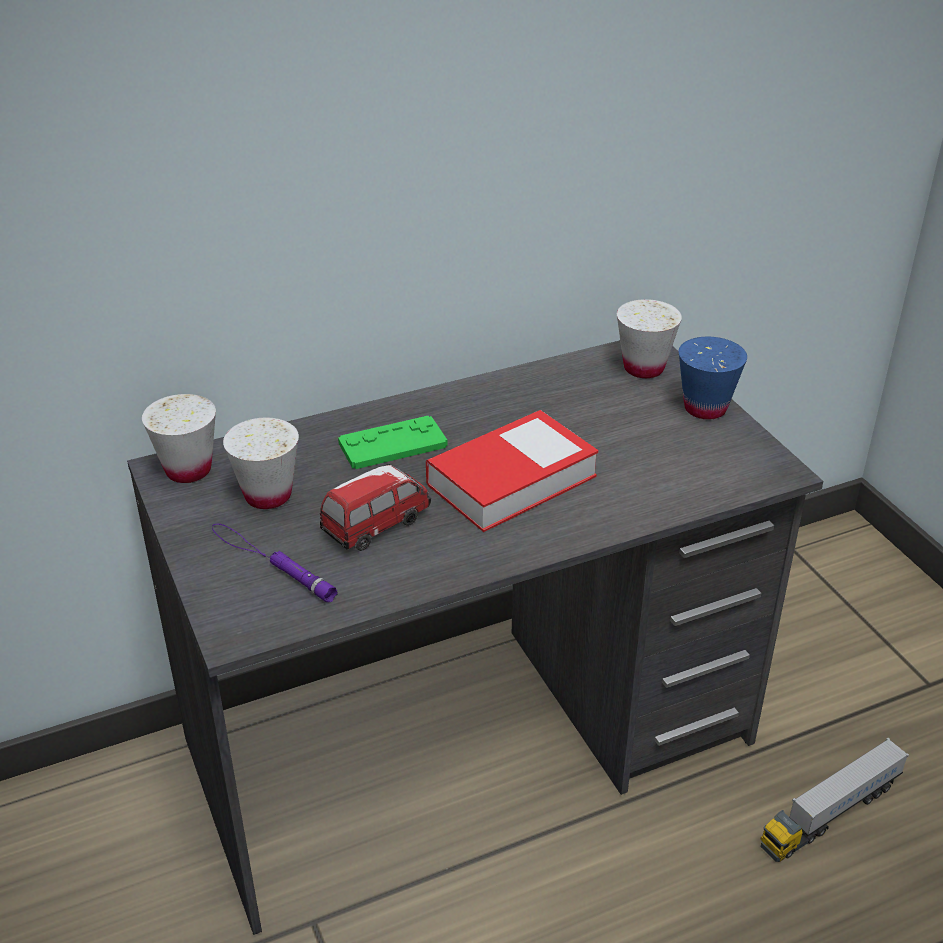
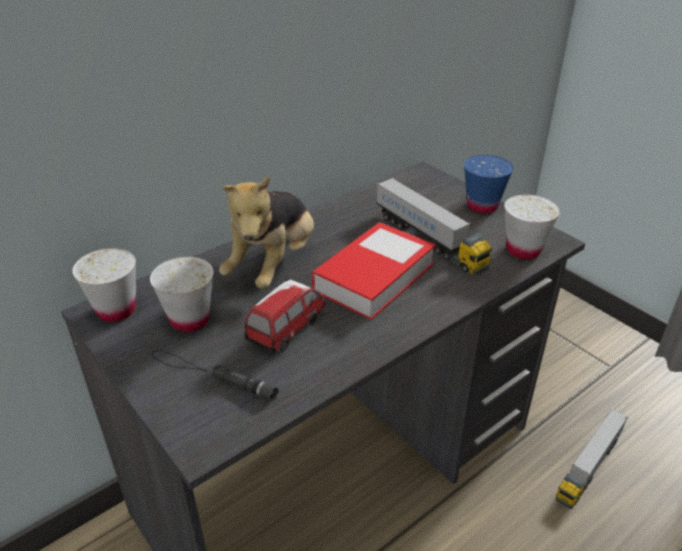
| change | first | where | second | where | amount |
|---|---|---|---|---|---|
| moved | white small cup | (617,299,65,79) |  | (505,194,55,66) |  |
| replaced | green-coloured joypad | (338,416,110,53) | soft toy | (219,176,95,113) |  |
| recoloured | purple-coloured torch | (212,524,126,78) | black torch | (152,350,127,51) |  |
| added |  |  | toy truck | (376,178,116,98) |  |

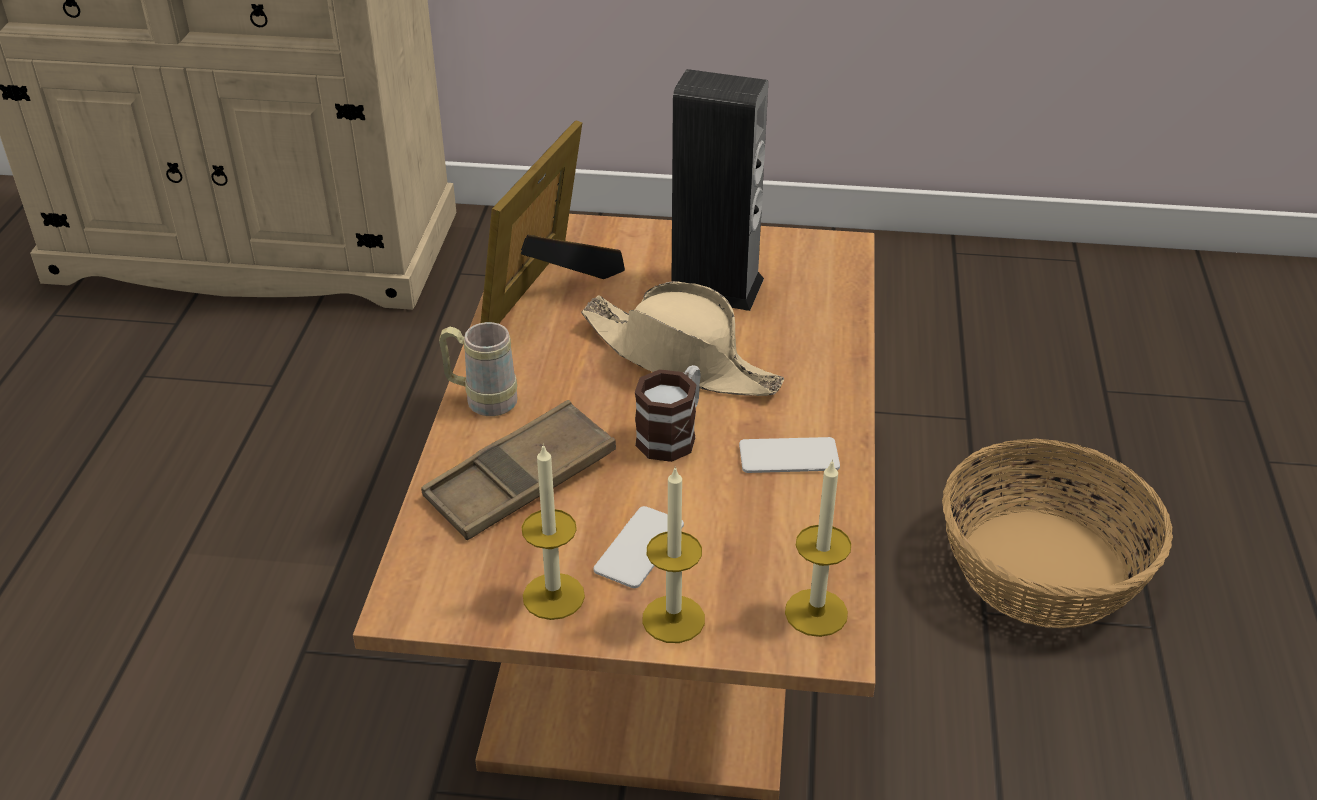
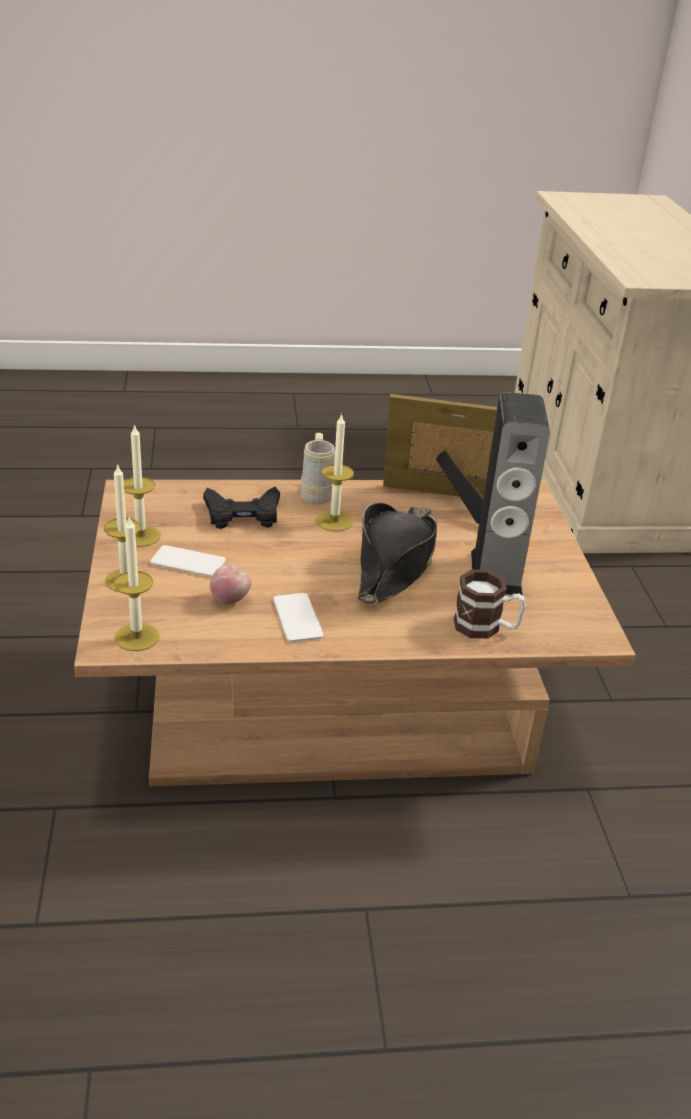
| change | first | where | second | where | amount |
|---|---|---|---|---|---|
| recoloured | beige clothing hat | (581,281,203,115) | black clothing hat | (358,502,79,102) |  |
| moved | coffee mug | (635,365,66,97) |  | (454,569,72,70) |  |
| replaced | brownish serving tray | (421,400,195,140) | black joypad | (203,487,77,42) |  |
| removed | basket | (942,439,231,190) |  |  |  |
| added |  |  | wax candle | (316,413,38,119) |  |
| added |  |  | apple | (210,564,41,40) |  |

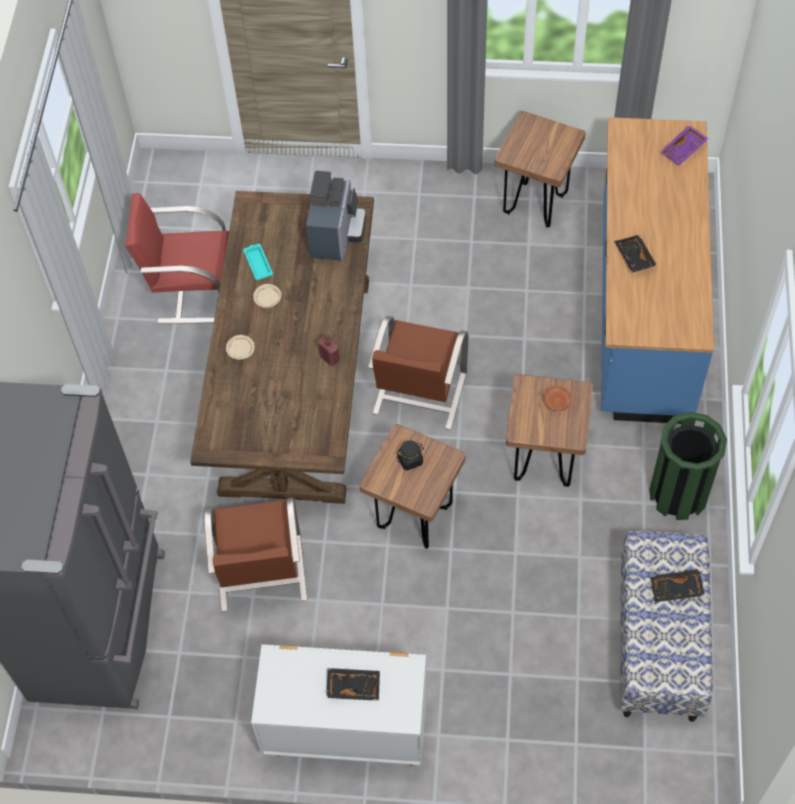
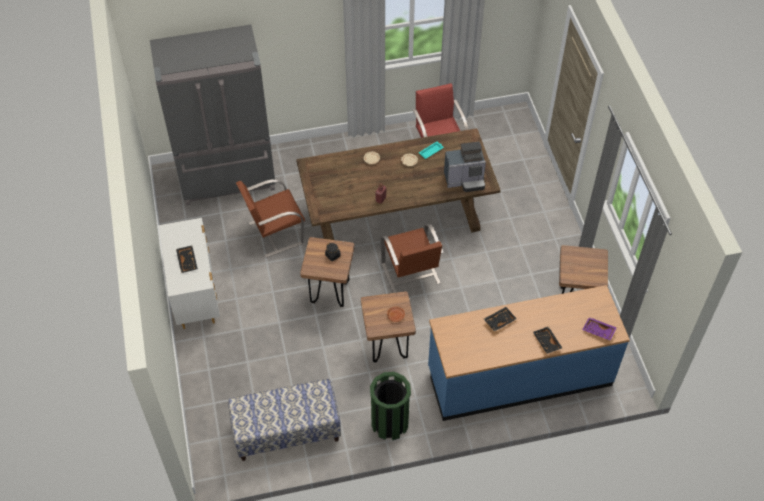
| change | first | where | second | where | amount |
|---|---|---|---|---|---|
| turned | brownish plain chair | (368,316,100,114) |  | (381,224,63,69) | 105 degrees counterclockwise |
| moved | black serving tray | (650,569,55,33) |  | (533,327,29,27) |  |

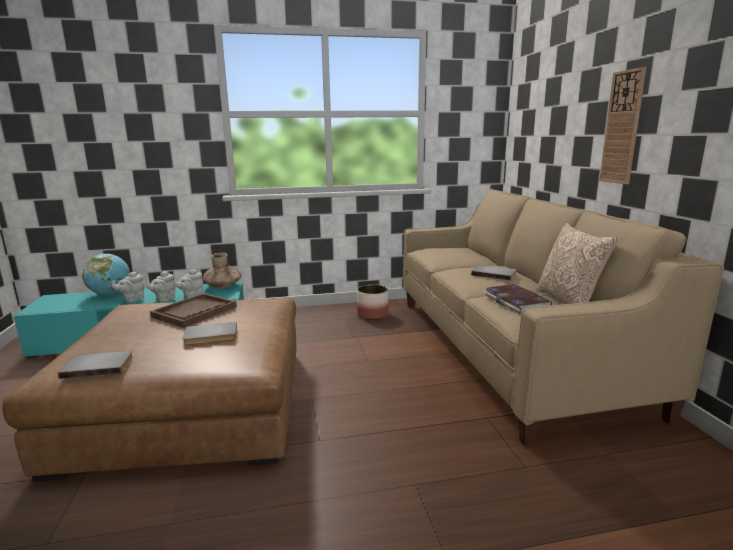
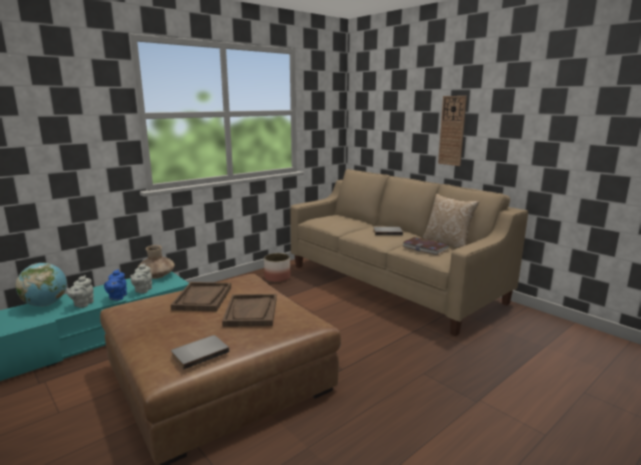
| change | first | where | second | where | amount |
|---|---|---|---|---|---|
| recoloured | grey teapot | (146,270,30,32) | bluish teapot | (104,269,23,32) |  |
| replaced | grey book | (182,322,55,23) | brownish serving tray | (222,294,55,33) |  |

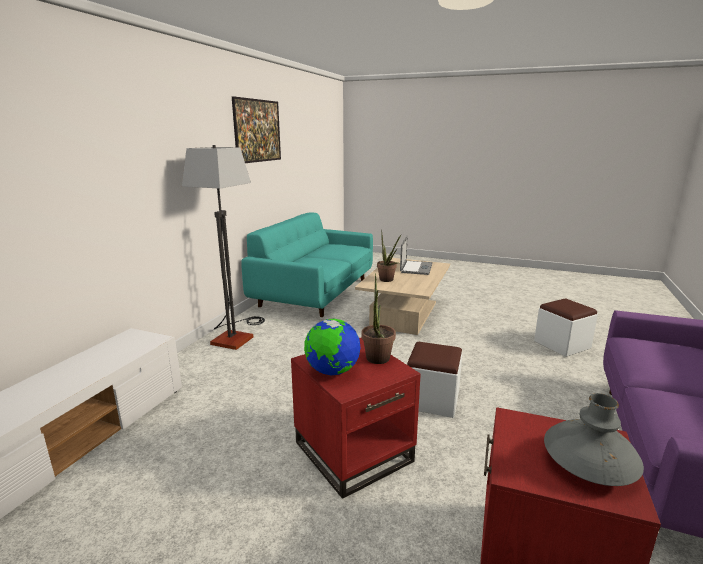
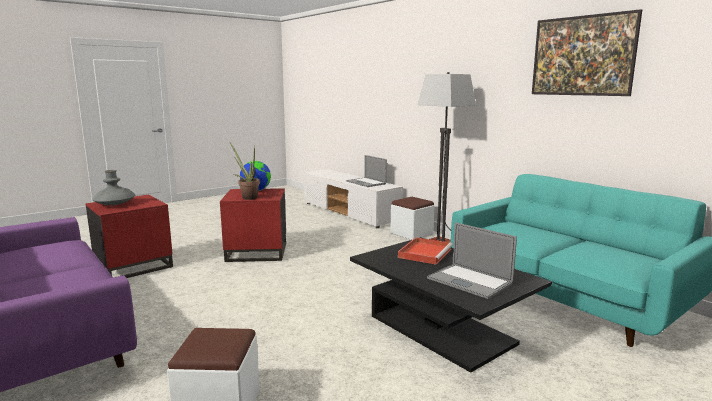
| change | first | where | second | where | amount |
|---|---|---|---|---|---|
| replaced | houseplant | (377,230,24,52) | red-coloured serving tray | (398,237,55,28) |  |
| recoloured | beige lounge table | (355,258,95,77) | black lounge table | (350,237,202,136) |  |
| moved | white pouffe | (407,342,55,76) |  | (390,197,45,43) |  |
| added |  |  | notebook computer | (346,155,41,32) |  |

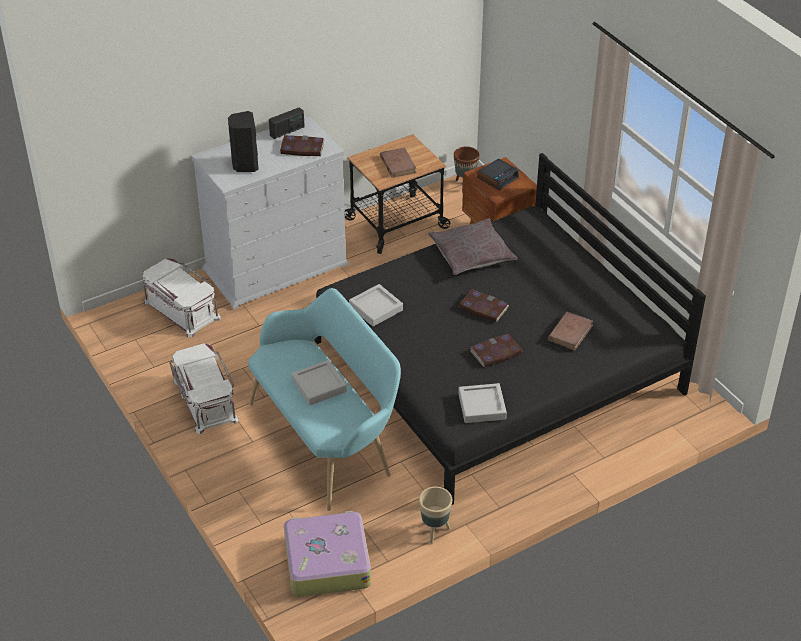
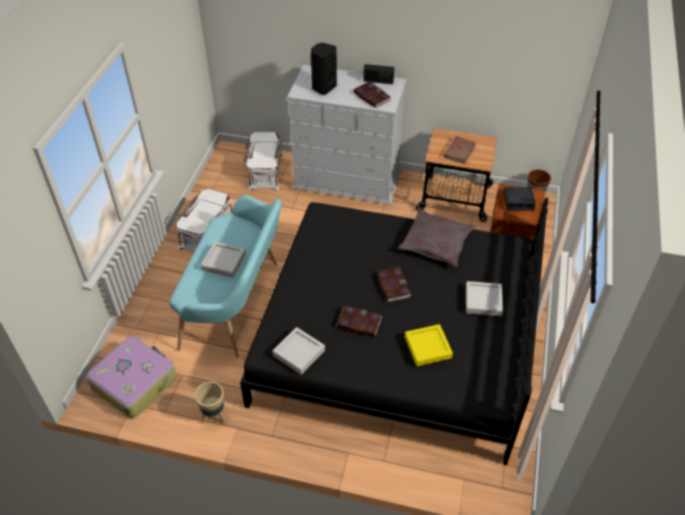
| change | first | where | second | where | amount |
|---|---|---|---|---|---|
| moved | grey serving tray | (349,284,54,42) |  | (466,281,37,35) |  |
| replaced | brownish book | (548,312,45,39) | yellow-coloured serving tray | (405,324,48,42) |  |

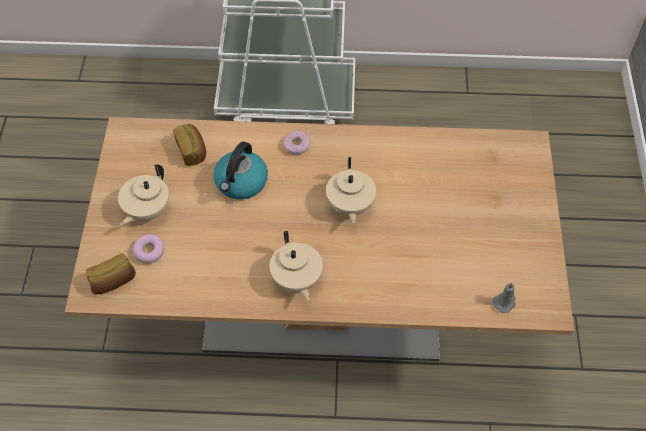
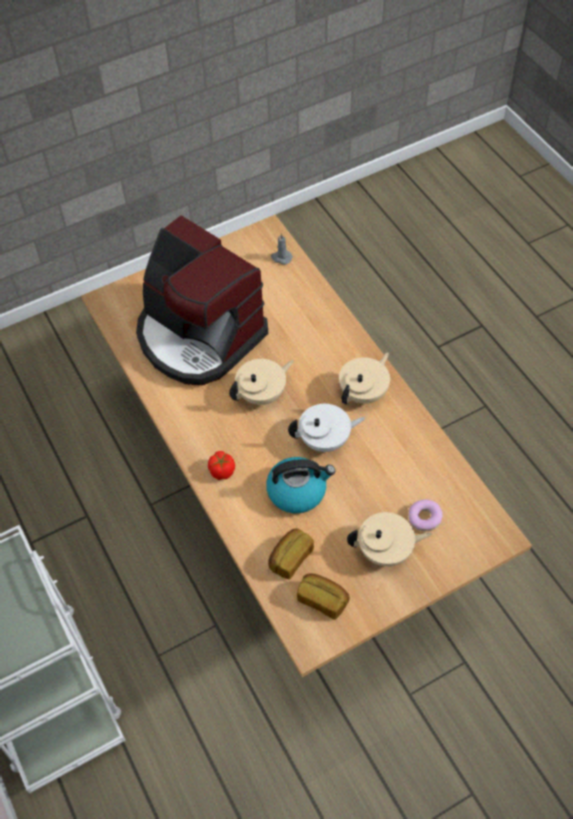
| change | first | where | second | where | amount |
|---|---|---|---|---|---|
| replaced | donut | (283,131,28,24) | whole tomato | (208,451,27,29) |  |
| moved | bakery bread | (86,253,50,42) |  | (297,573,53,47) |  |
| added |  |  | coffee maker | (136,215,132,170) |  |
| added |  |  | white teapot | (288,404,77,48) |  |

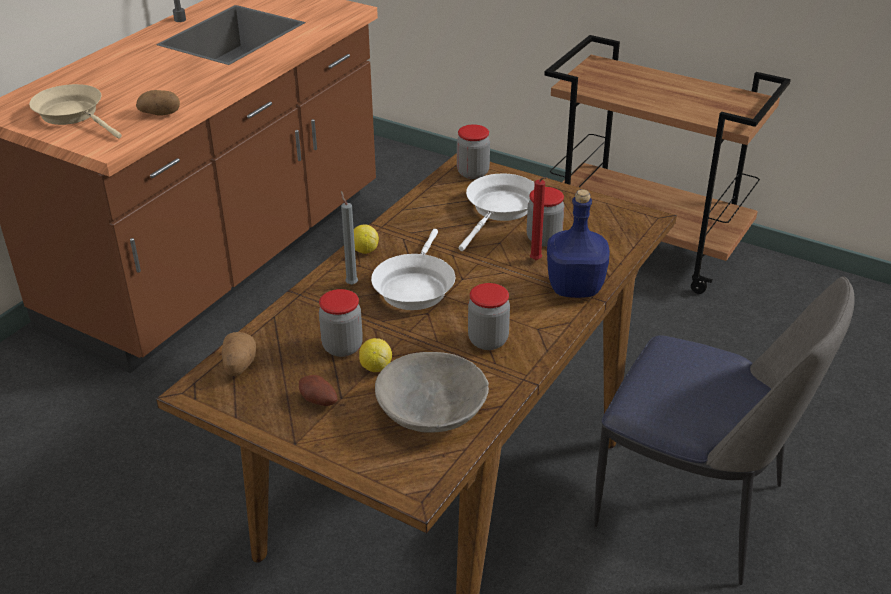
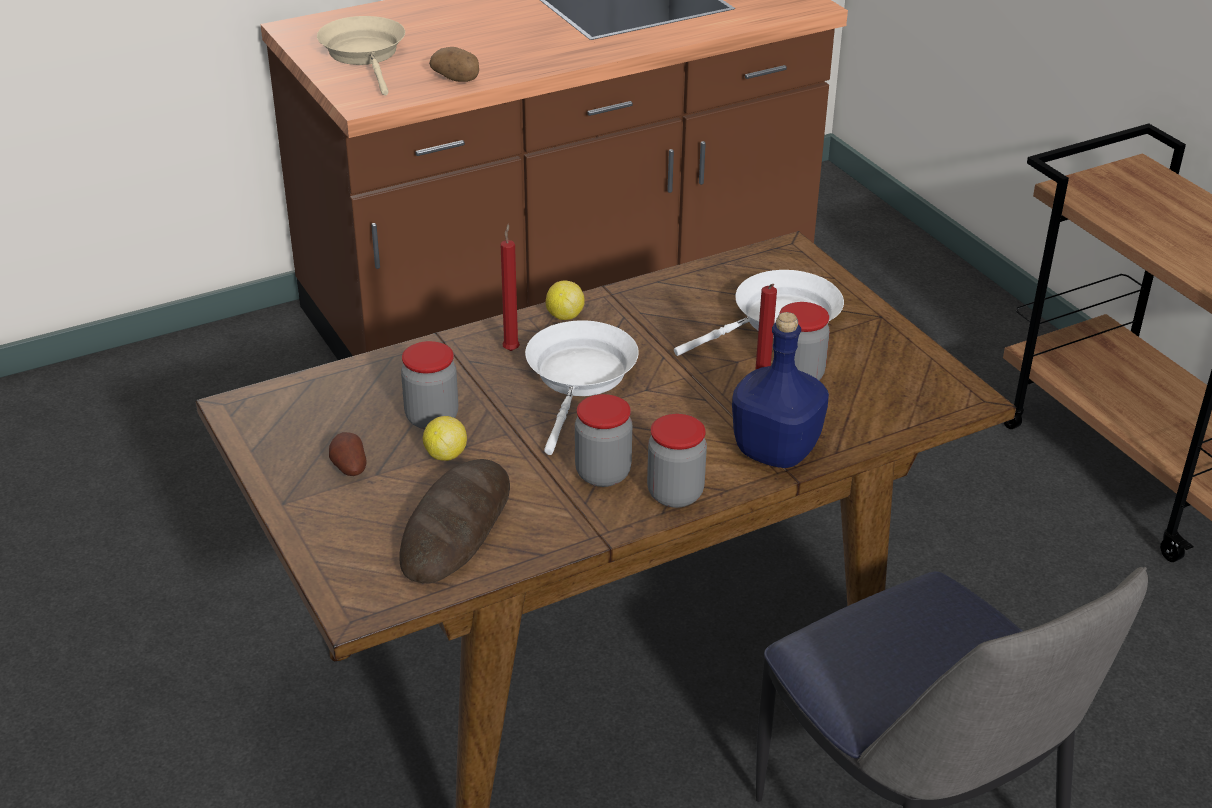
| change | first | where | second | where | amount |
|---|---|---|---|---|---|
| moved | preserve jar | (457,124,33,55) |  | (647,414,60,94) |  |
| recoloured | grey wax candle | (341,191,17,94) | red-coloured wax candle | (500,223,20,128) |  |
| turned | white skillet | (371,229,84,81) |  | (525,320,114,135) | 150 degrees clockwise |
| removed | spud | (222,332,34,44) |  |  |  |
| replaced | grey bowl | (375,352,114,81) | bakery bread | (399,459,111,125) |  |

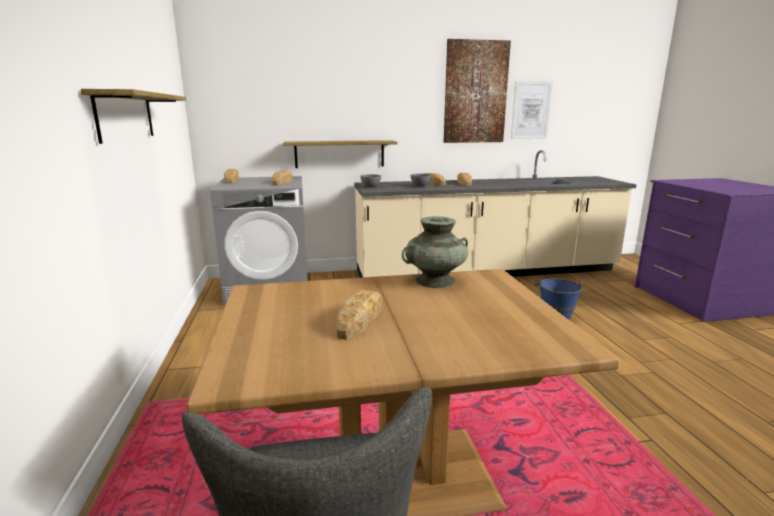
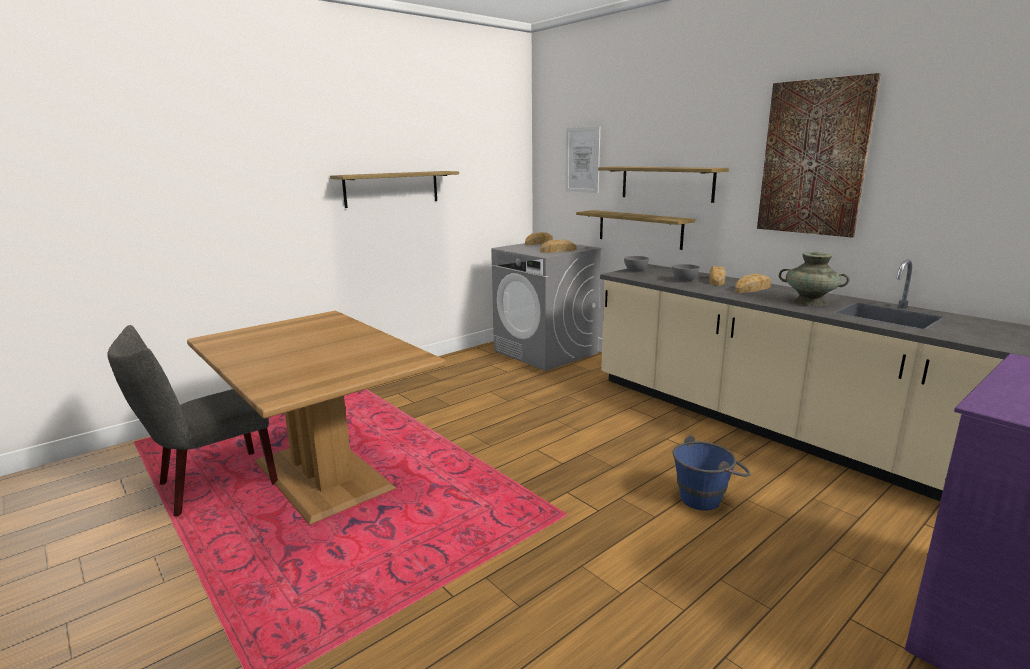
| change | first | where | second | where | amount |
|---|---|---|---|---|---|
| moved | picture | (511,81,42,58) |  | (566,126,34,67) |  |
| moved | turquoise vase | (402,216,66,72) |  | (779,252,71,54) |  |
| removed | bakery bread | (336,290,46,50) |  |  |  |
| added |  |  | shelf | (598,166,131,37) |  |

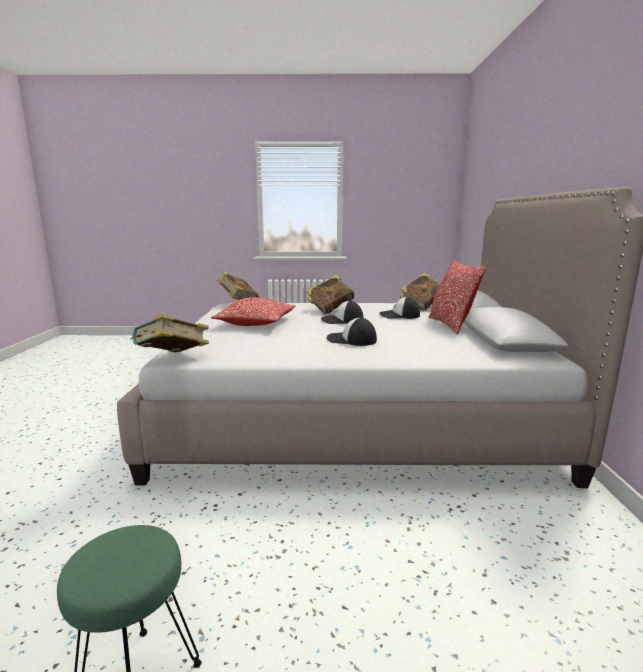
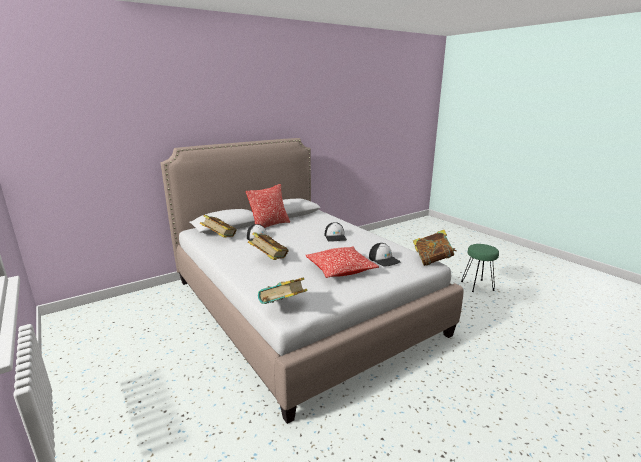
| change | first | where | second | where | amount |
|---|---|---|---|---|---|
| moved | baseball cap | (321,301,42,23) |  | (369,243,31,23) |  |

